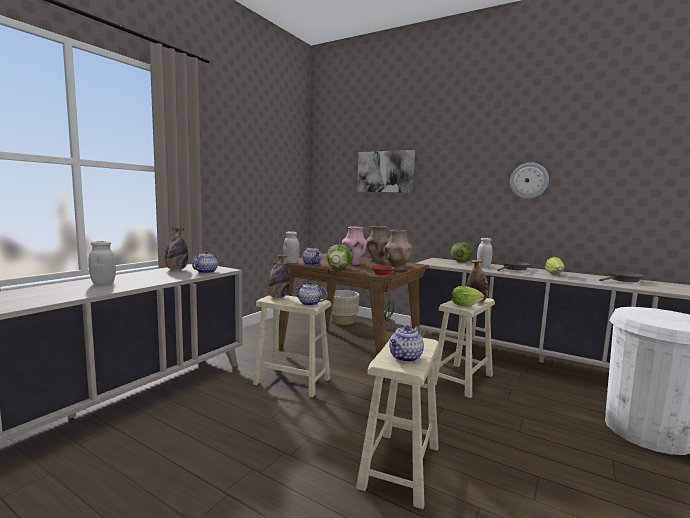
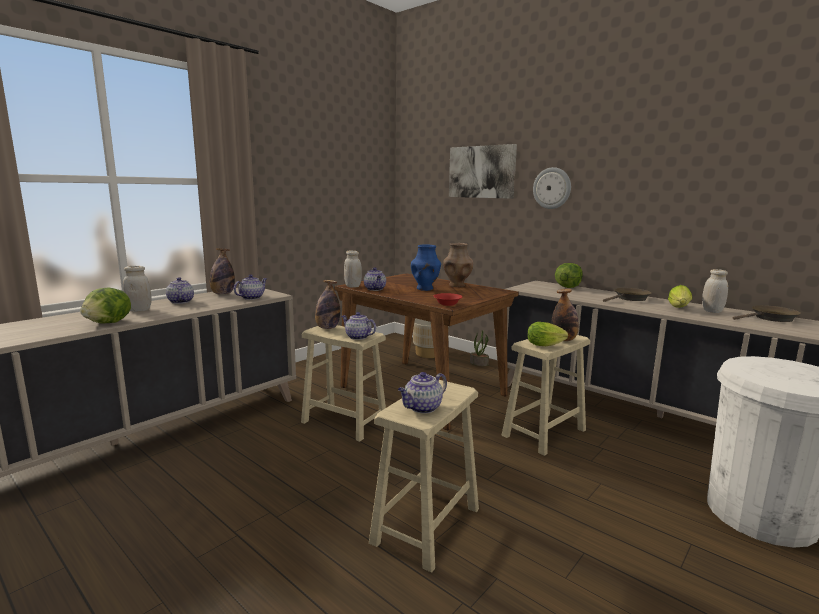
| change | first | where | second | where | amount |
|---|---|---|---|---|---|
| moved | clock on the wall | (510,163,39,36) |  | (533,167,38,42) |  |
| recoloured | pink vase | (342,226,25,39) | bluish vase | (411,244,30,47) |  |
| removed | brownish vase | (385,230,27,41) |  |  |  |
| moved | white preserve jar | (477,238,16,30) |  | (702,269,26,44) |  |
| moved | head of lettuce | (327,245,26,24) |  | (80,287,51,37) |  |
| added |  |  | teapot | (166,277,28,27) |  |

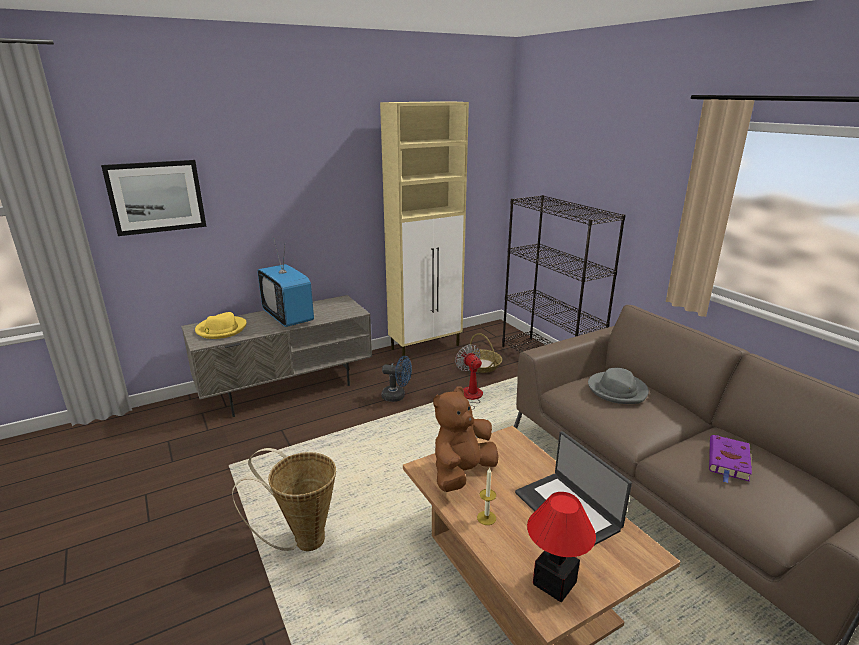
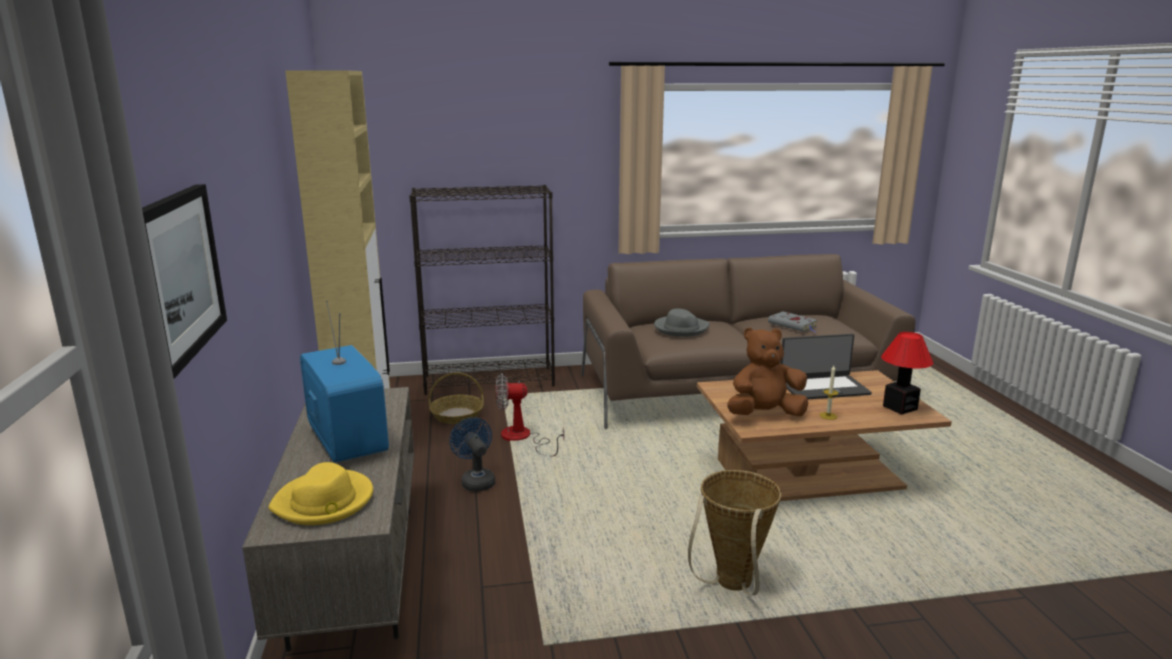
| change | first | where | second | where | amount |
|---|---|---|---|---|---|
| turned | TV set | (257,240,57,87) |  | (300,301,89,162) | 105 degrees counterclockwise |
| turned | bluish fan | (382,356,30,46) |  | (449,417,46,75) | 60 degrees counterclockwise |
| turned | brownish soft toy | (433,387,66,105) |  | (727,328,81,88) | 105 degrees clockwise |
| recoloured | purple-coloured book | (709,435,43,49) | grey book | (768,311,49,21) |  |

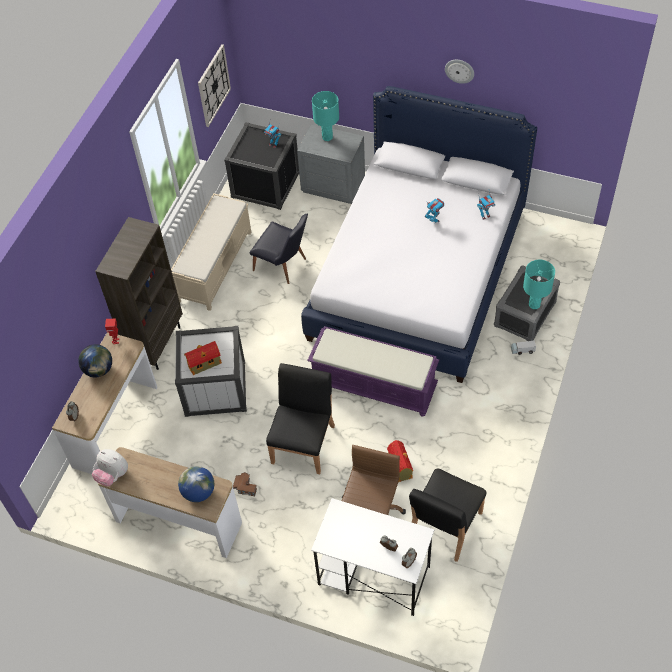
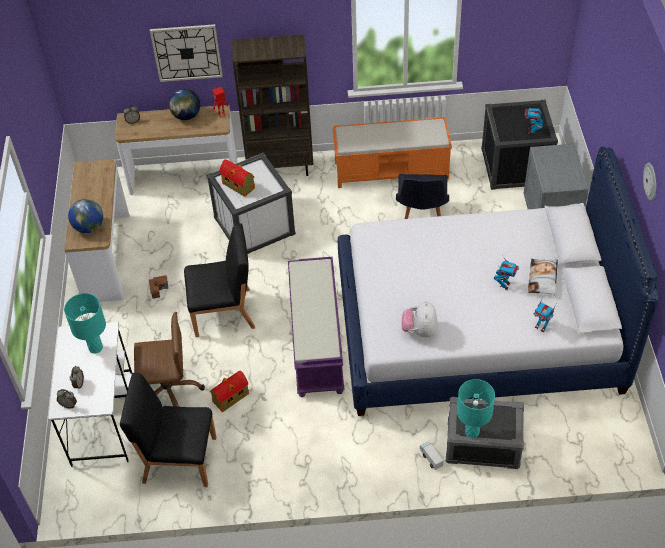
| change | first | where | second | where | amount |
|---|---|---|---|---|---|
| moved | clock on the wall | (198,44,33,83) |  | (150,24,73,58) |  |
| moved | turquoise lamp for a table | (312,91,27,50) |  | (64,293,42,61) |  |
| recoloured | beige indoor bench | (171,193,80,118) | orange indoor bench | (333,117,119,71) |  |
| moved | soft toy | (92,449,36,37) |  | (401,302,37,35) |  |
| added |  |  | throw pillow | (528,259,30,36) |  |

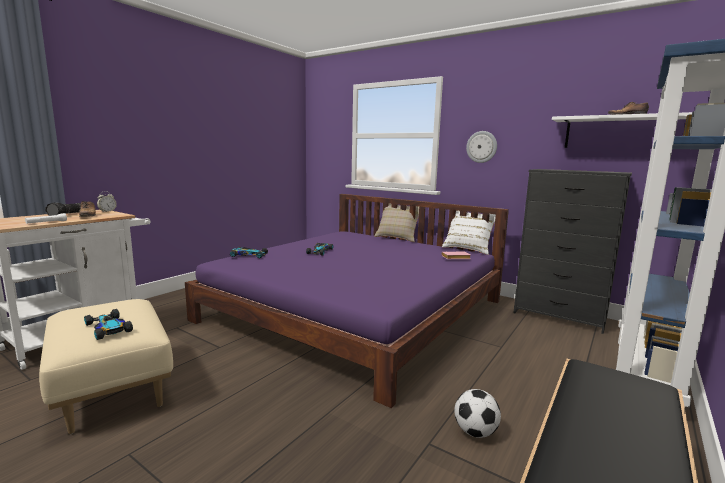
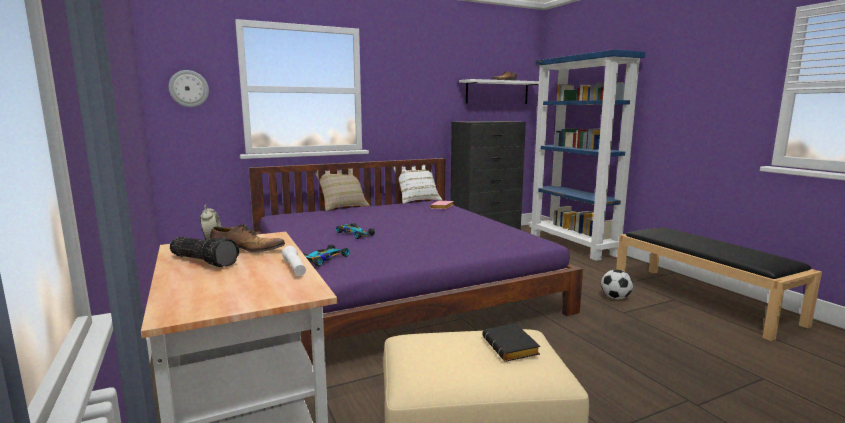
| change | first | where | second | where | amount |
|---|---|---|---|---|---|
| moved | clock on the wall | (466,131,31,32) |  | (169,70,40,37) |  |
| replaced | model car | (84,309,49,31) | black book | (482,324,58,38) |  |

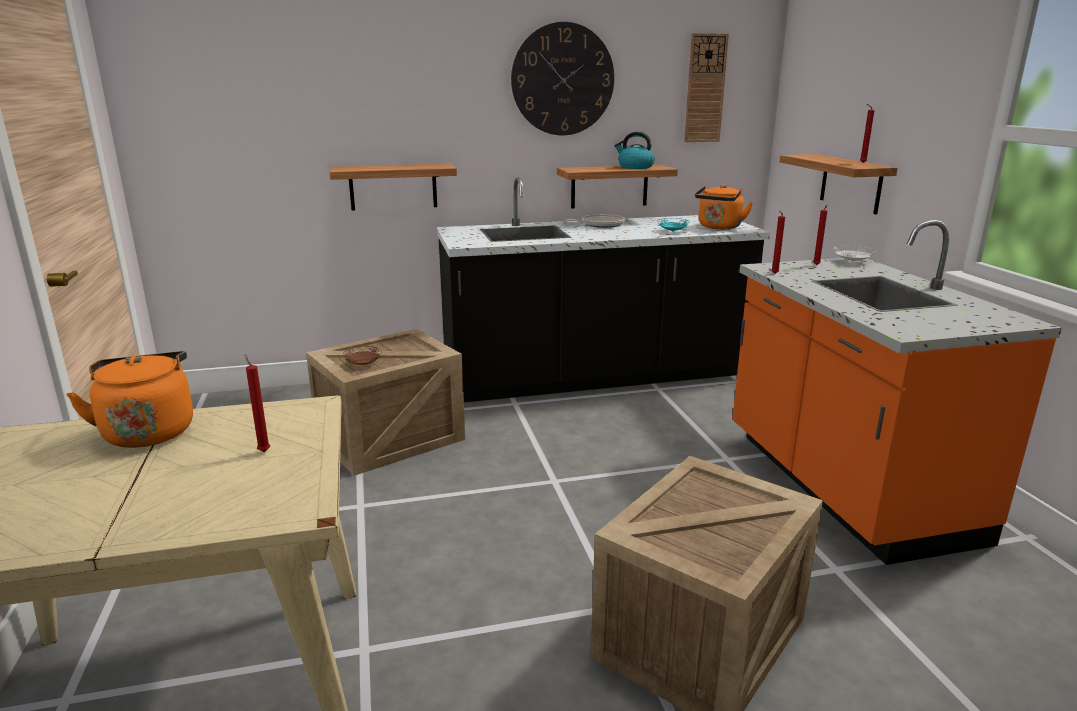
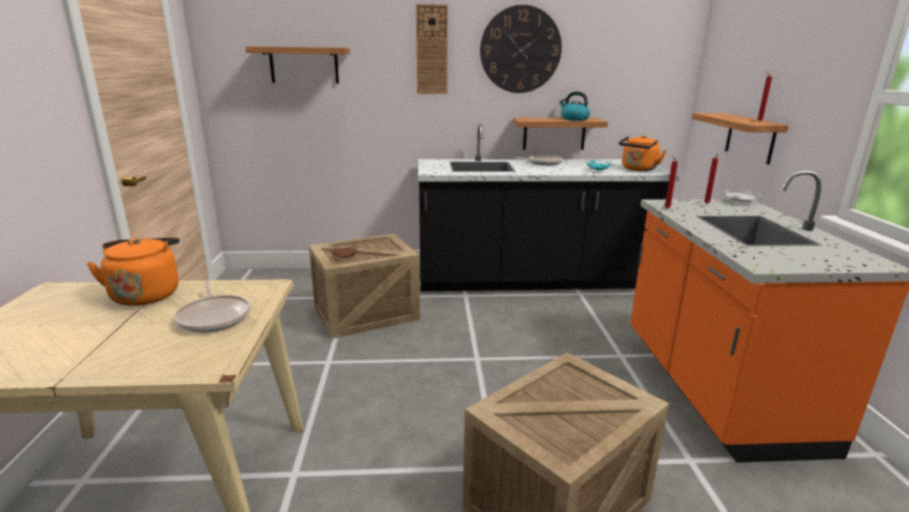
| change | first | where | second | where | amount |
|---|---|---|---|---|---|
| moved | clock on the wall | (684,33,45,109) |  | (416,4,32,90) |  |
| moved | shelf | (329,163,128,47) |  | (245,46,105,37) |  |
| replaced | red-coloured wax candle | (245,354,25,98) | skillet | (174,282,76,51) |  |

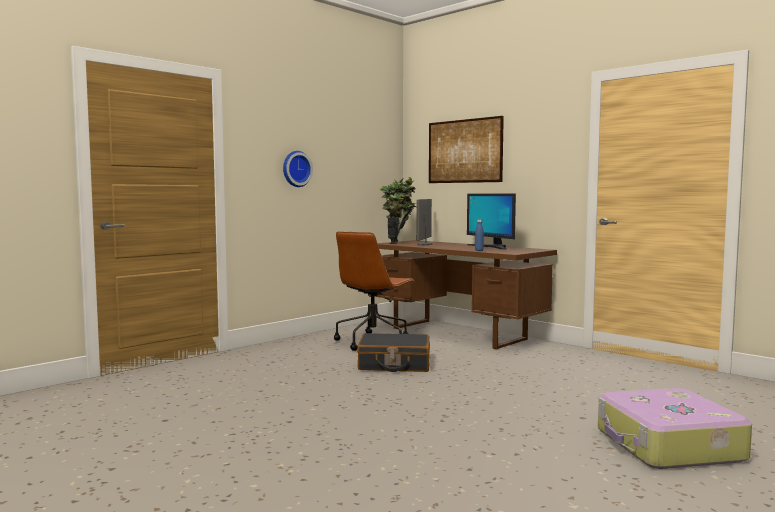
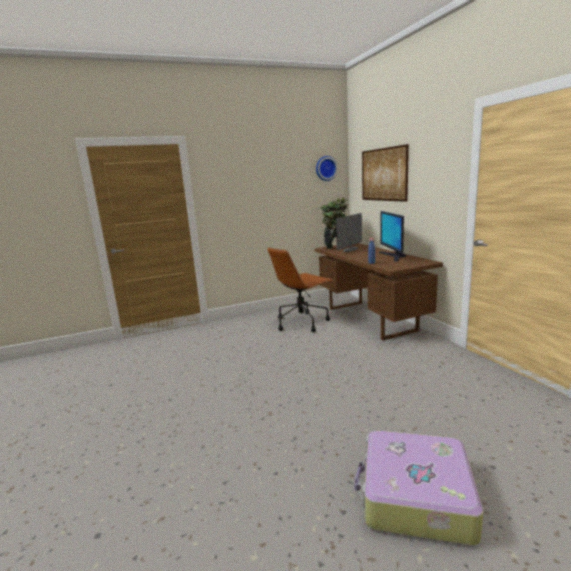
| change | first | where | second | where | amount |
|---|---|---|---|---|---|
| moved | clock on the wall | (283,151,30,36) |  | (316,156,22,25) |  |
| removed | black travel case | (357,333,73,39) |  |  |  |

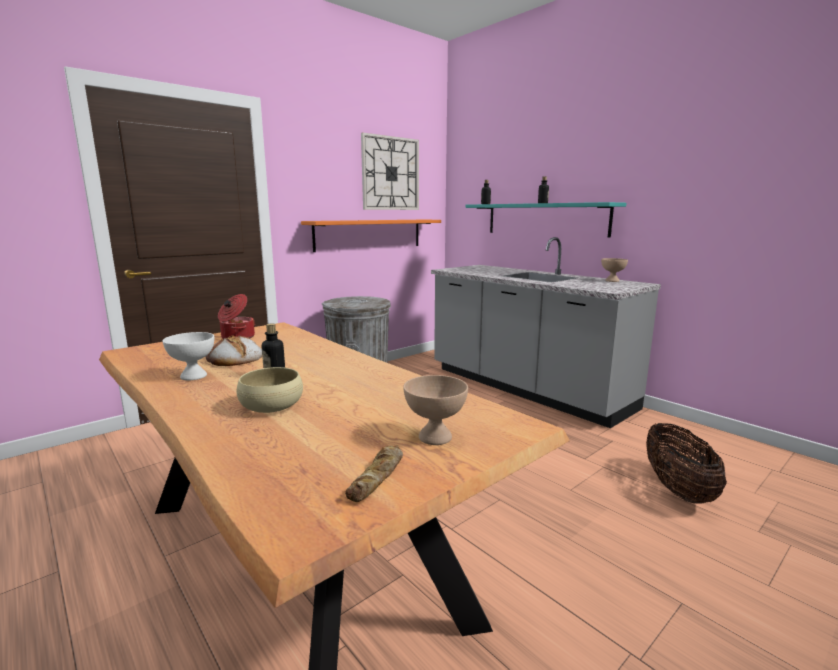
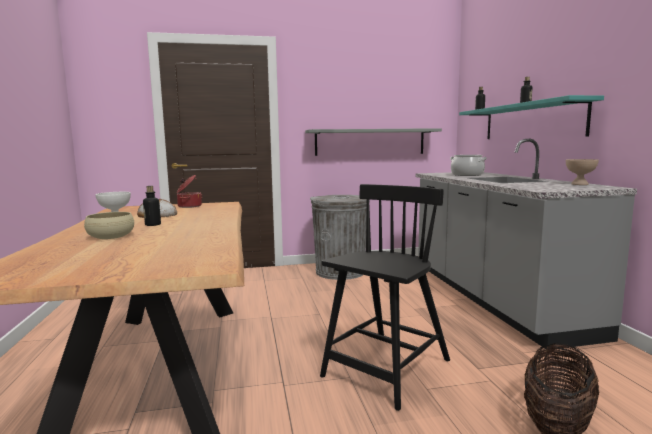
| change | first | where | second | where | amount |
|---|---|---|---|---|---|
| removed | clock on the wall | (361,133,58,77) |  |  |  |
| recoloured | orange shelf | (301,220,140,32) | grey shelf | (305,128,137,28) |  |
| removed | beige bowl | (403,375,65,70) |  |  |  |
| removed | bakery bread | (345,446,58,56) |  |  |  |
| added |  |  | stockpot | (450,155,37,21) |  |
| added |  |  | black plain chair | (320,184,130,227) |  |

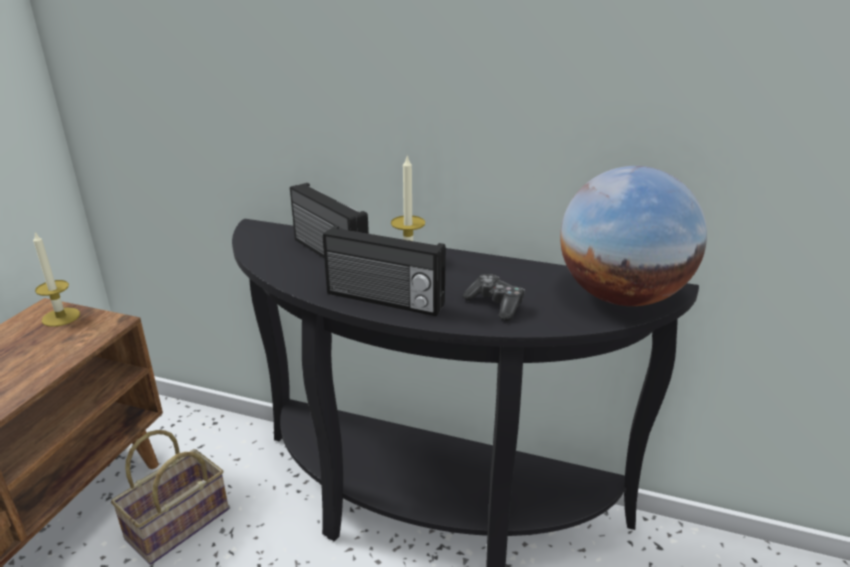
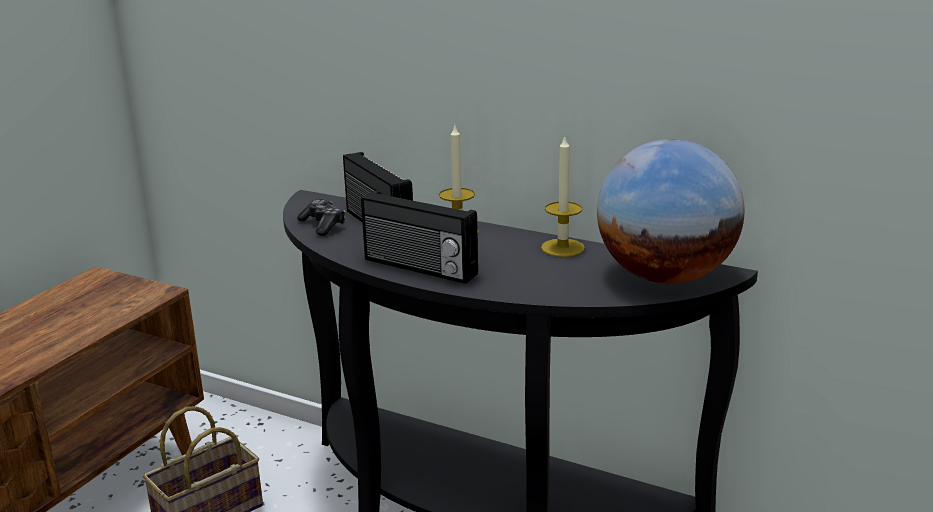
| change | first | where | second | where | amount |
|---|---|---|---|---|---|
| moved | wax candle | (33,232,47,95) |  | (541,137,44,120) |  |
| moved | joypad | (463,274,62,47) |  | (297,199,48,37) |  |

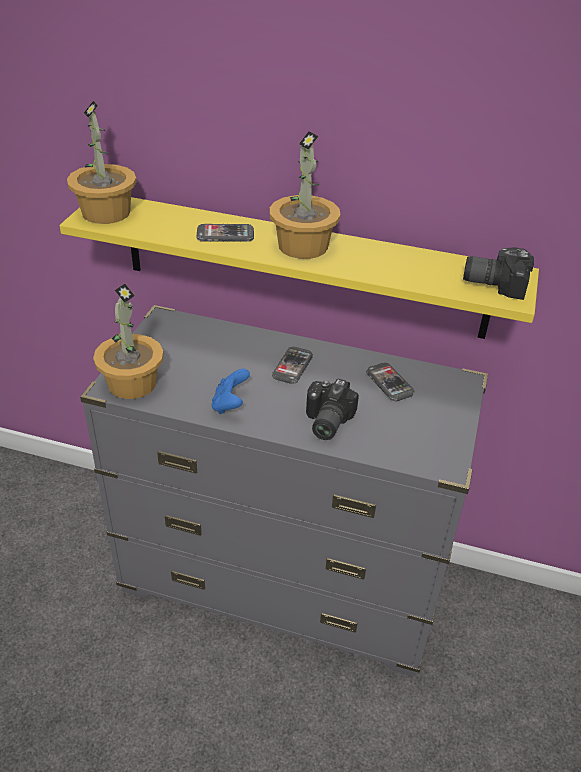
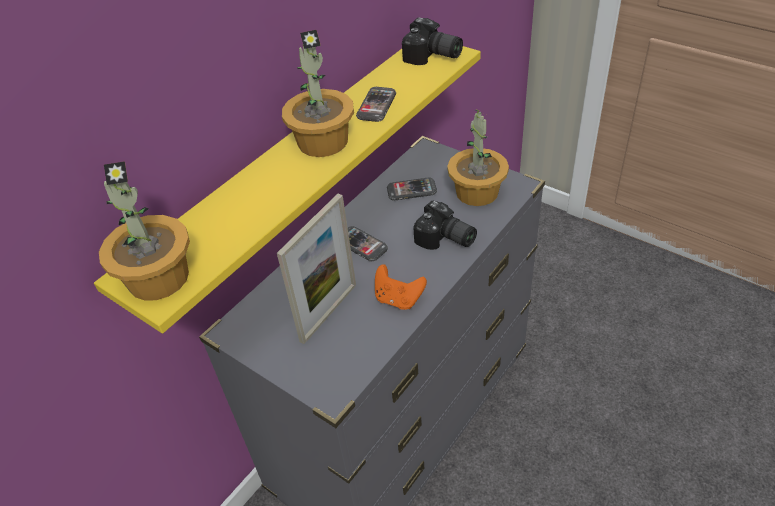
| change | first | where | second | where | amount |
|---|---|---|---|---|---|
| moved | telephone | (197,224,57,18) |  | (356,87,40,35) |  |
| turned | photo camera | (463,247,71,53) |  | (402,17,61,48) | 90 degrees counterclockwise |
| moved | houseplant | (93,284,71,115) |  | (447,107,62,99) |  |
| recoloured | bluish joypad | (212,369,38,45) | orange joypad | (375,264,52,46) |  |
| added |  |  | standing frame | (277,194,79,150) |  |

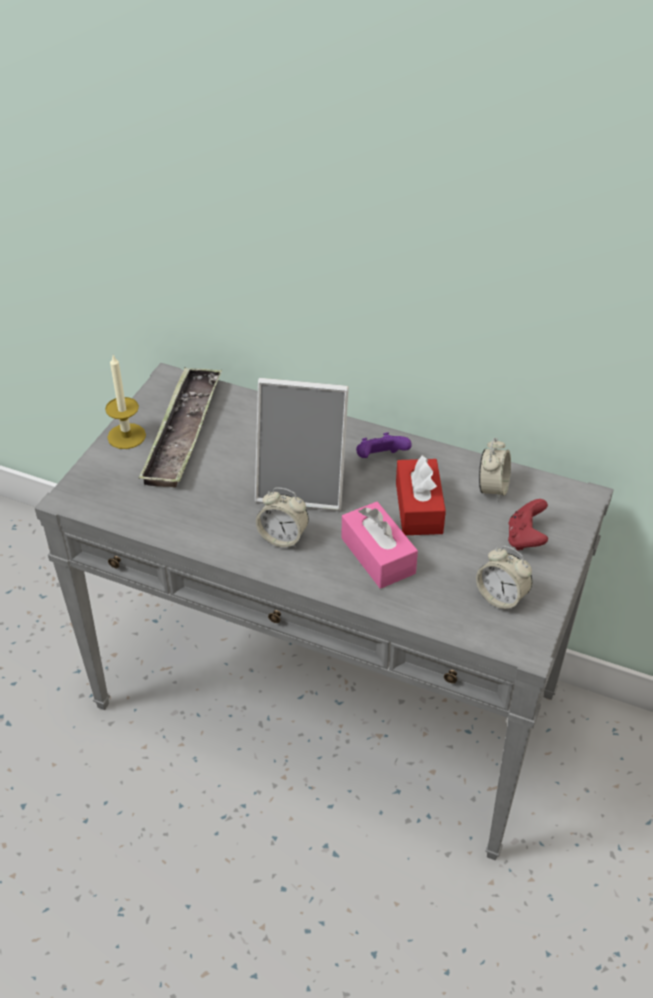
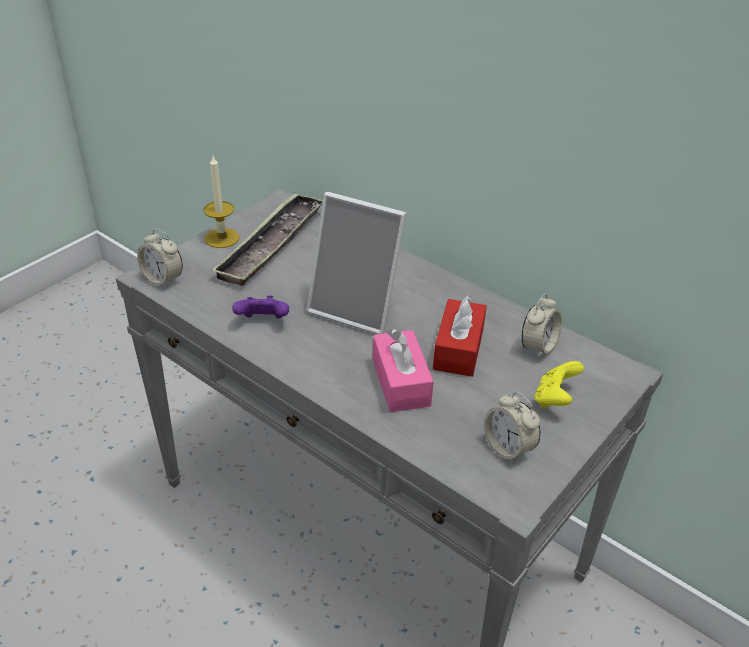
| change | first | where | second | where | amount |
|---|---|---|---|---|---|
| moved | purple-coloured joypad | (356,432,56,26) |  | (232,295,57,24) |  |
| moved | table clock | (256,488,53,60) |  | (137,229,46,59) |  |
| recoloured | red-coloured joypad | (508,499,40,52) | yellow-coloured joypad | (534,361,50,47) |  |

